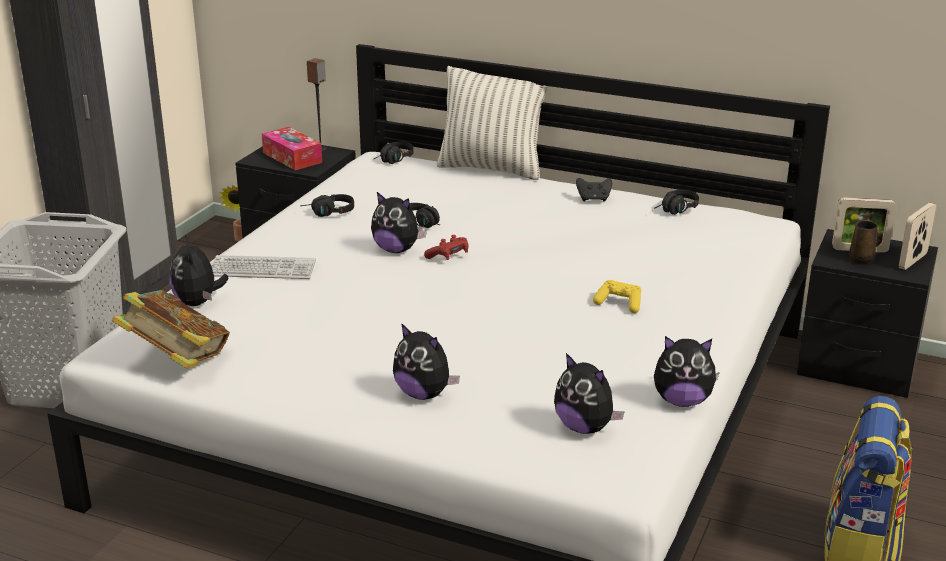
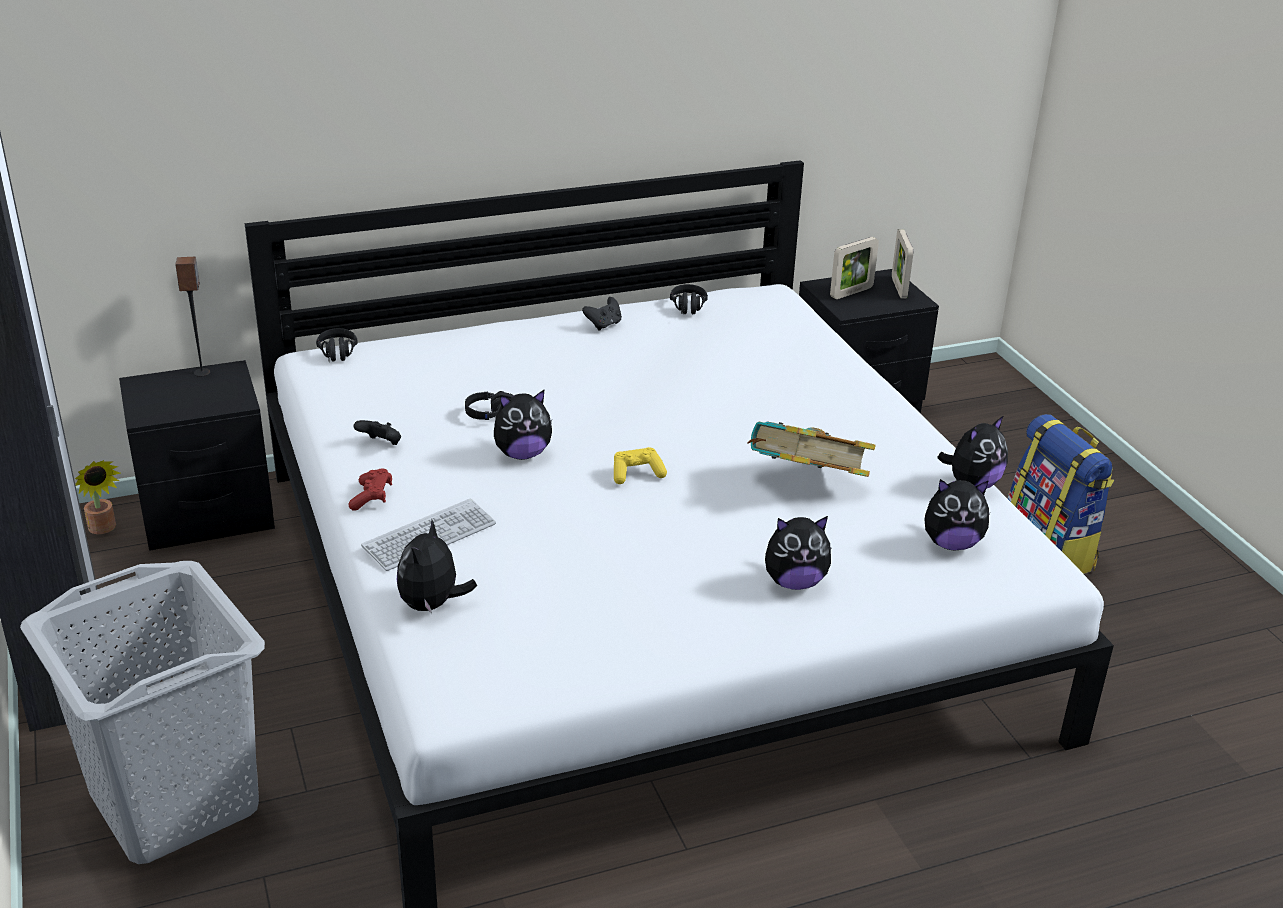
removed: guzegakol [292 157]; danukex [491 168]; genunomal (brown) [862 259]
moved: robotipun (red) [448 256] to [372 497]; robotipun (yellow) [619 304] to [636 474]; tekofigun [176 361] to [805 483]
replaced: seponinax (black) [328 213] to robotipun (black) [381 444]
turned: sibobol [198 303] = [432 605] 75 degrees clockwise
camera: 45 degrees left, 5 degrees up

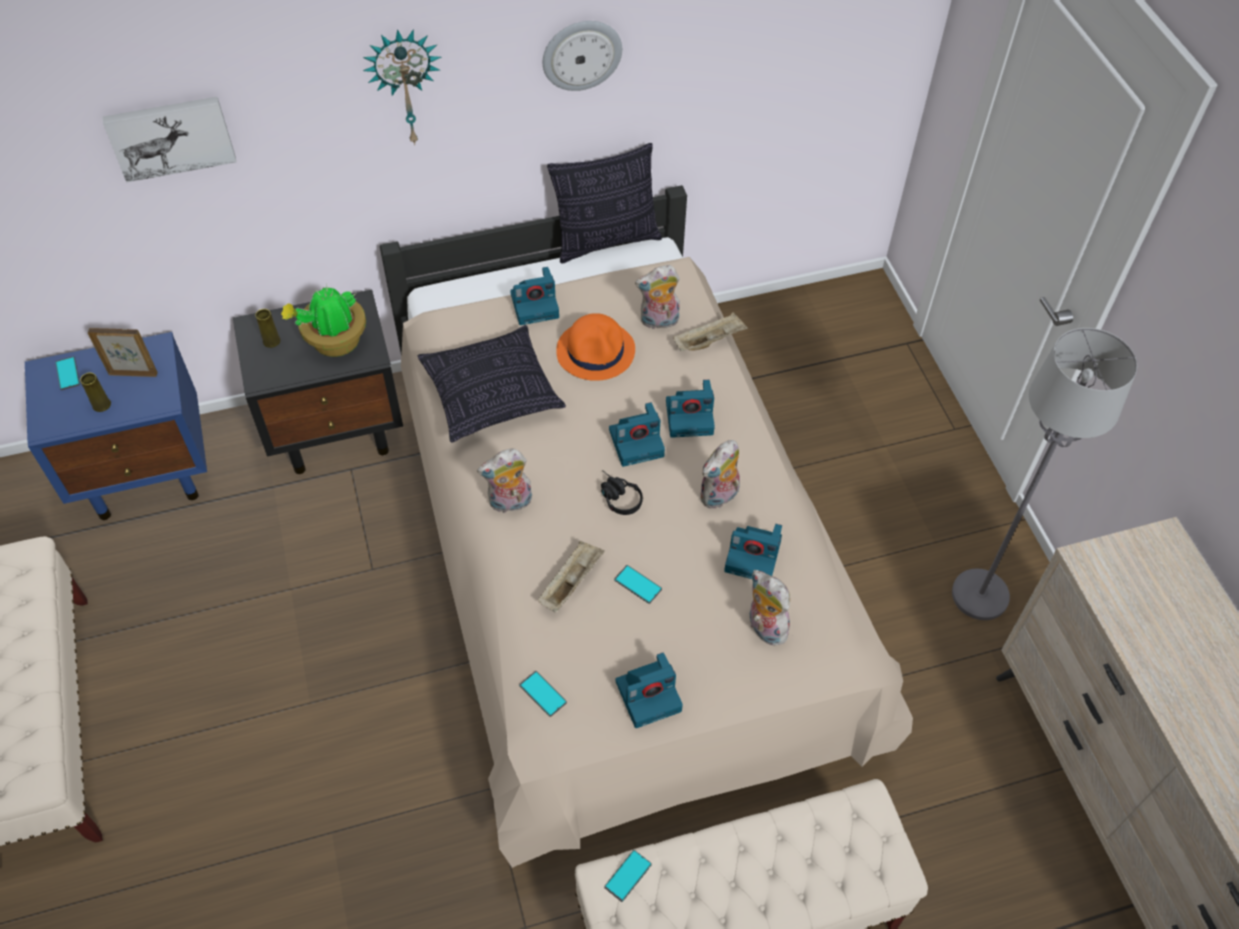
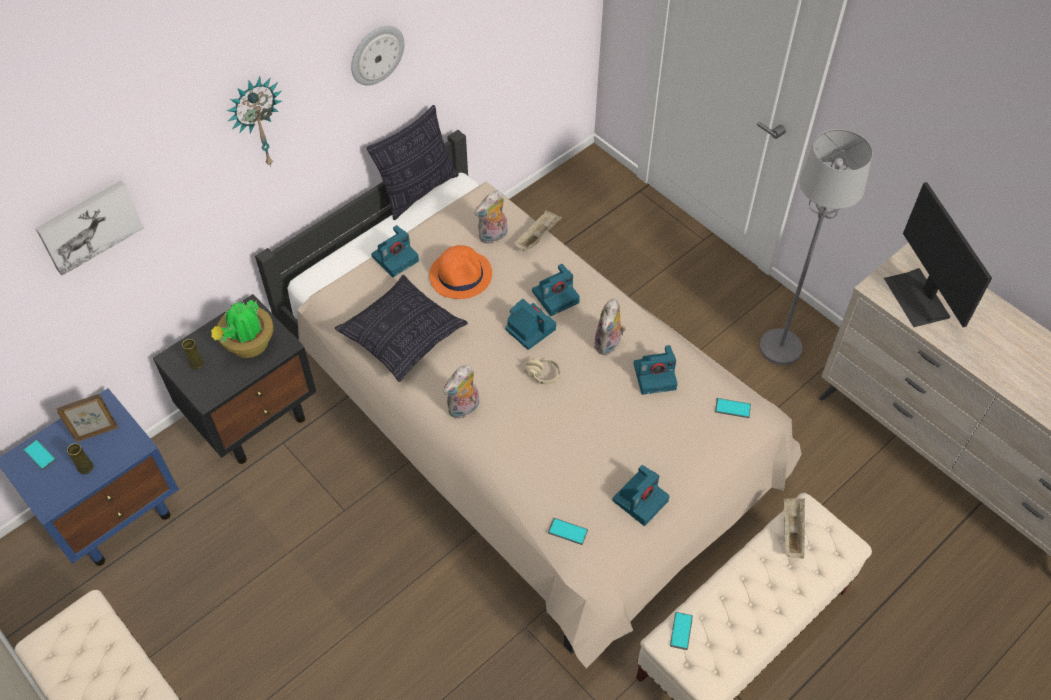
removed: sibobol [764 627]
added: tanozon [918 297]
moved: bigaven [637 584] to [732 408]; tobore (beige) [571 582] to [791 531]
recoloured: seponinax (black) [616 497] to seponinax (beige) [538 373]
turned: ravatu [637 442] = [529 329] 90 degrees counterclockwise
camera: 25 degrees left, 0 degrees up

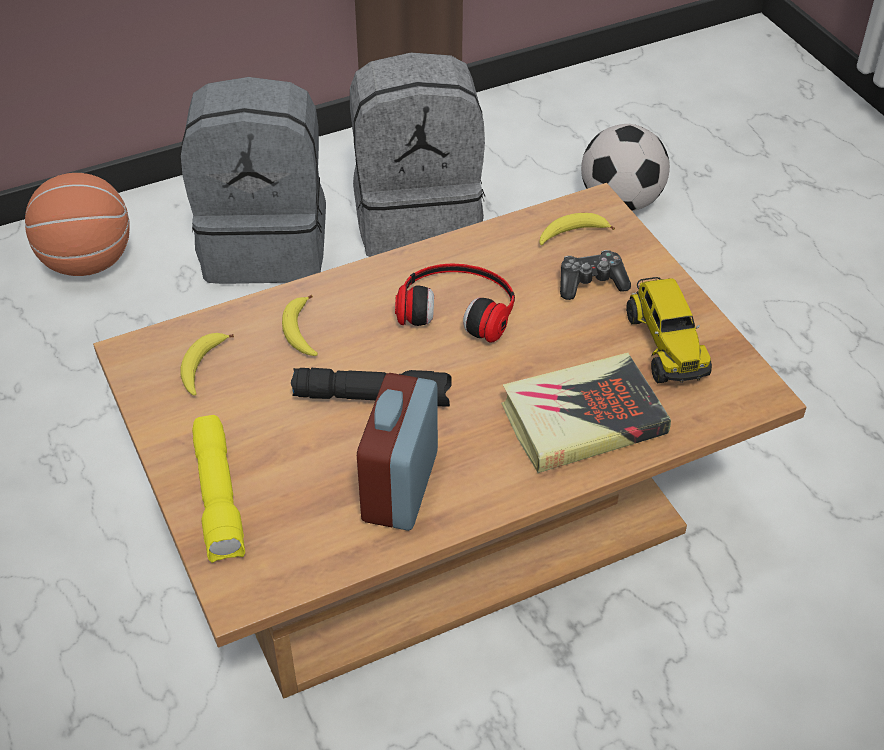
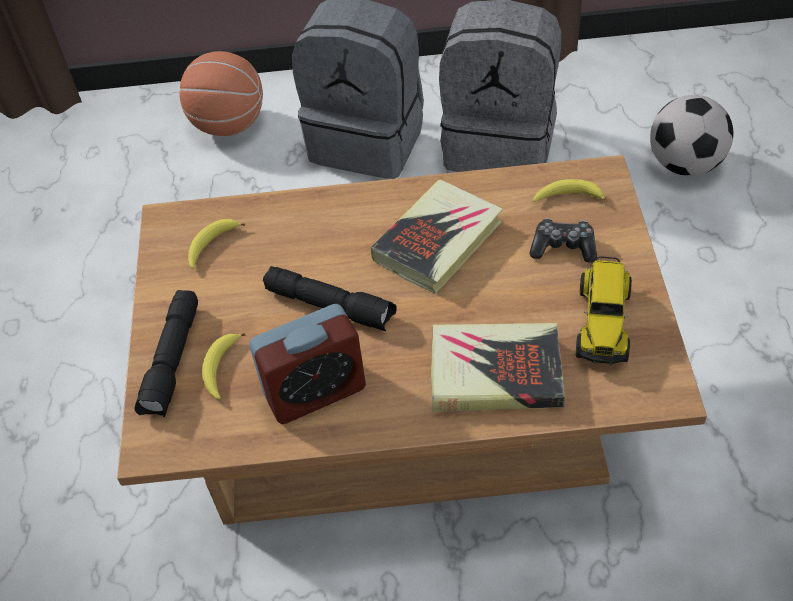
moved: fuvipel [301 332] to [221 368]
replaced: seponinax [458 306] to tekofigun [438 241]
recoloured: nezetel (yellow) [220 498] to nezetel (black) [173 361]
turned: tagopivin [400 487] = [315 391] 150 degrees counterclockwise
camera: 25 degrees right, 5 degrees up

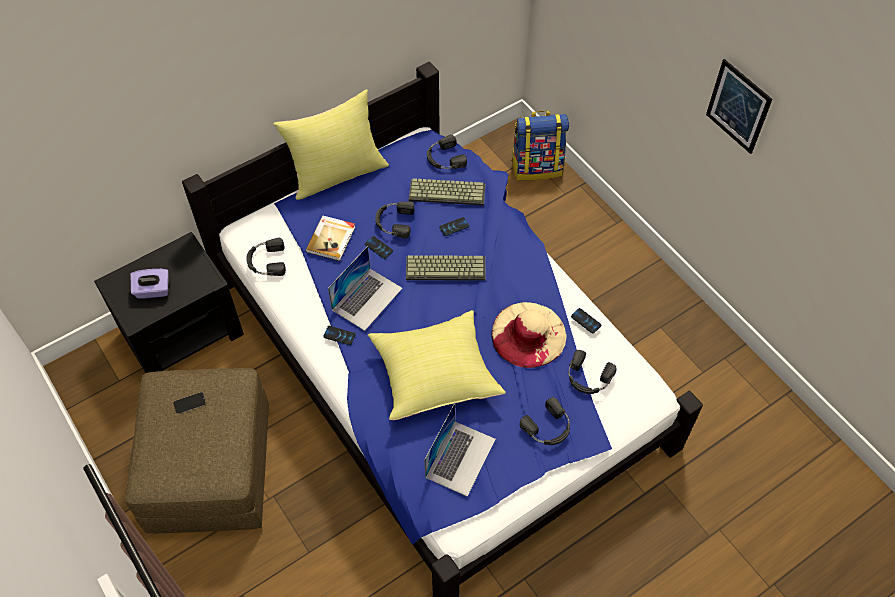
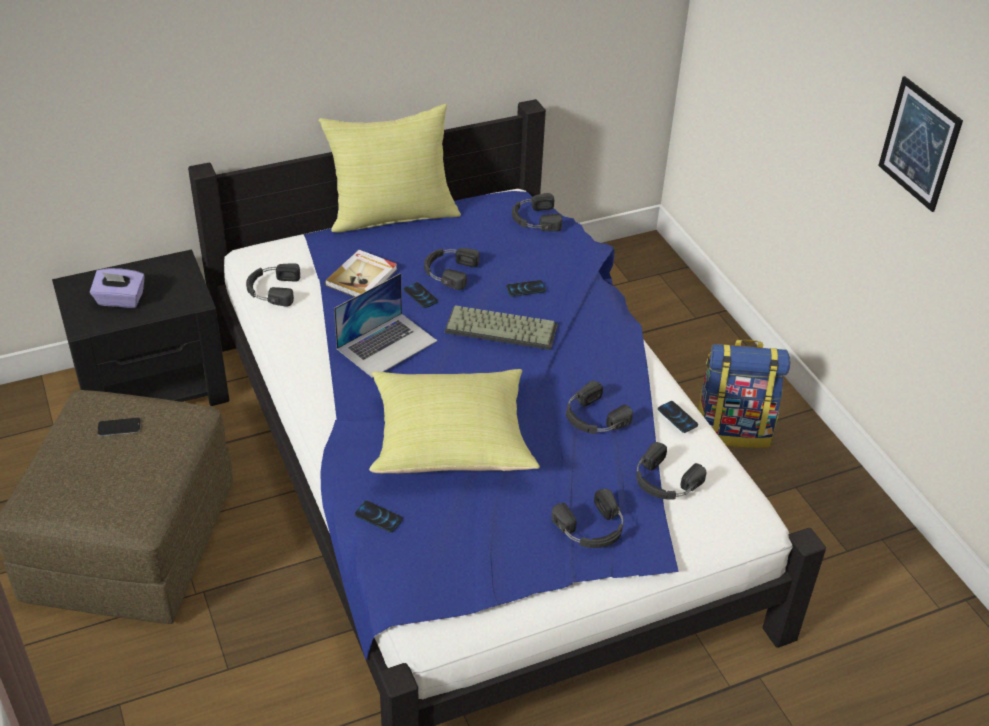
removed: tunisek [448 191]; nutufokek [460 457]
moved: bigaven [339 336] to [378 517]; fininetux [537 167] to [733 430]
replaced: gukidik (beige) [528 334] to seponinax (black) [593 418]
camera: 10 degrees right, 15 degrees down

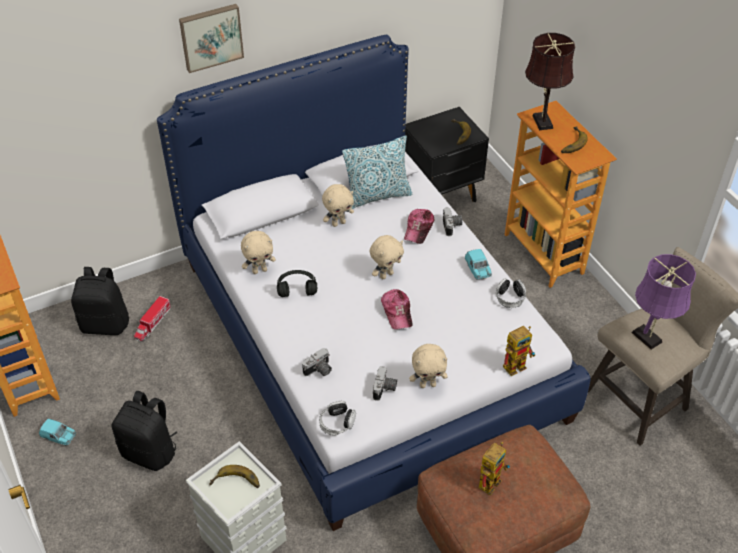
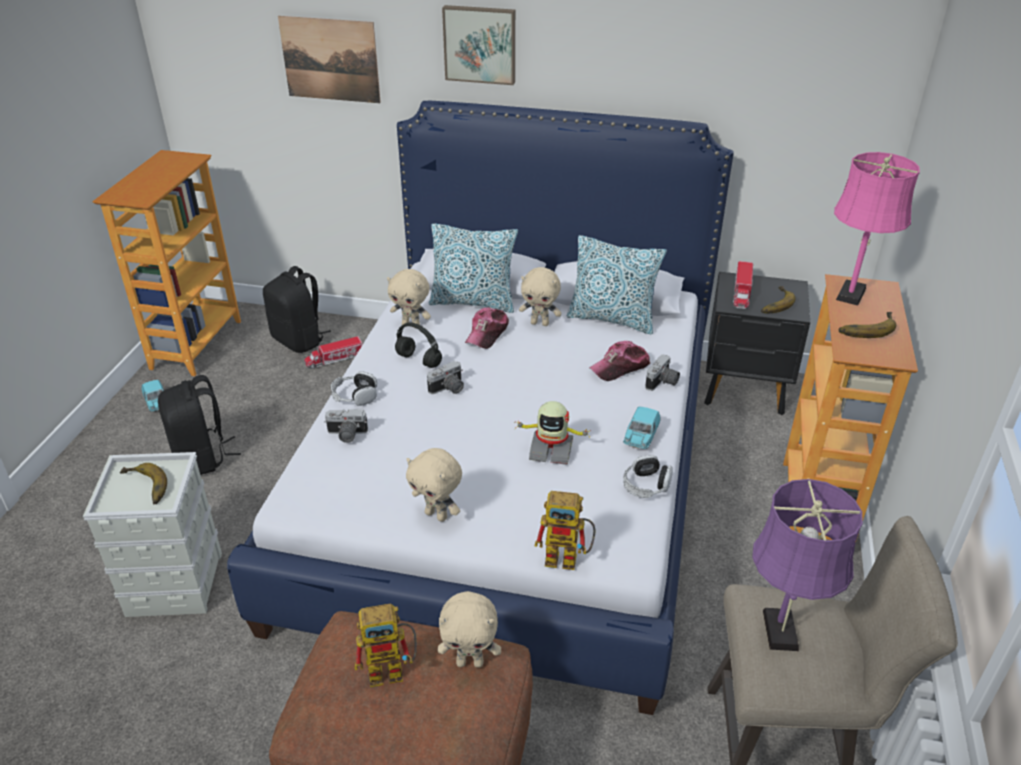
added: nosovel [330 59]; danukex [473 302]; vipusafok [551 449]; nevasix [741 293]
moved: seponinax [337 423] to [355 396]; ravatu [385 389] to [448 389]; sibobol (beige) [386 275] to [470 662]; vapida [397 312] to [487 333]
recoloured: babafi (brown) [541 120] to babafi (pink) [852 292]
camera: 40 degrees right, 10 degrees down

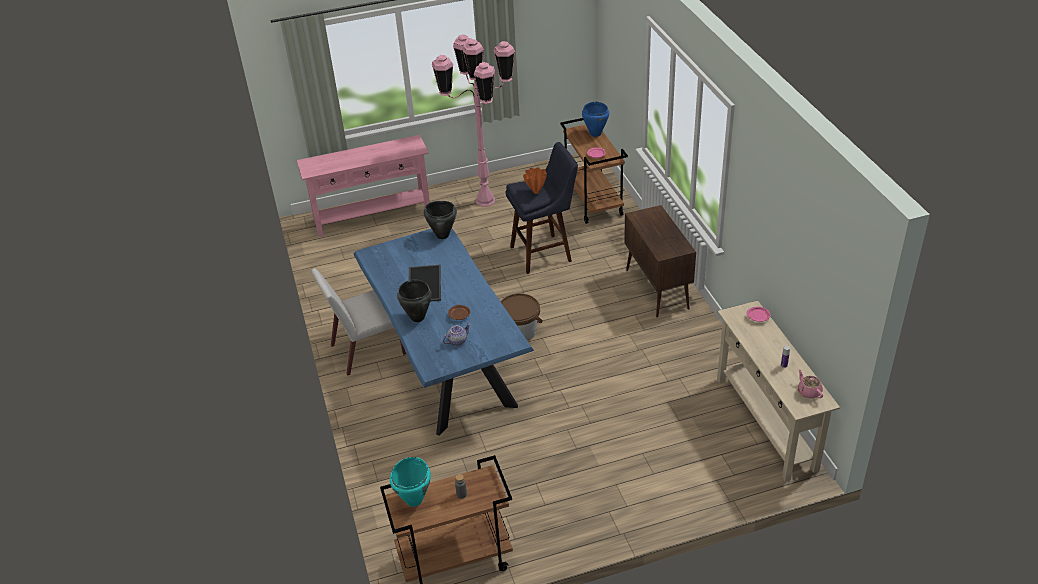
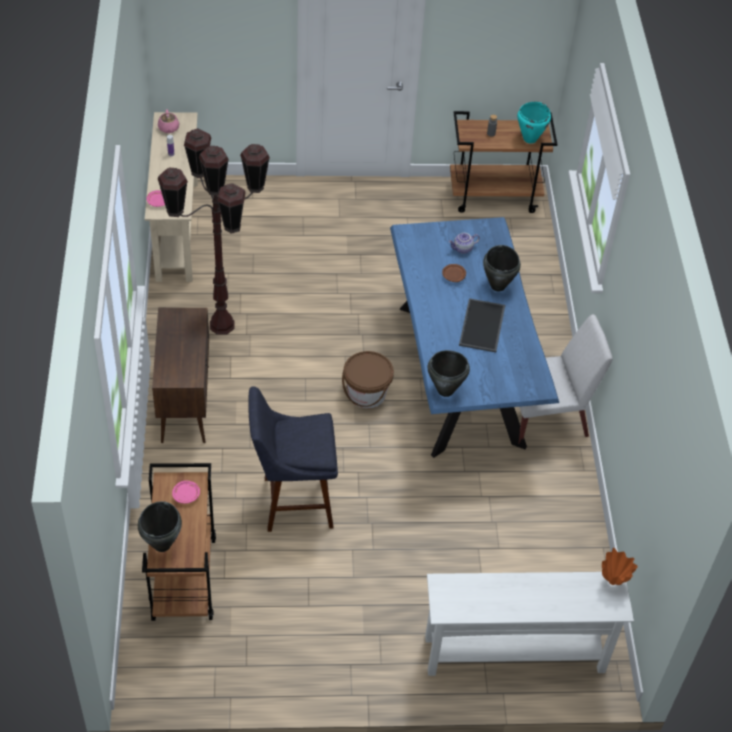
removed: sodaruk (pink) [485 200]
added: sodaruk (brown) [222 324]
moved: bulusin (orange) [536 192] to [612 582]
recoloured: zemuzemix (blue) [595 134] to zemuzemix (black) [162 544]; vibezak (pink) [372 216] to vibezak (white) [514 655]
camera: 170 degrees left, 10 degrees up

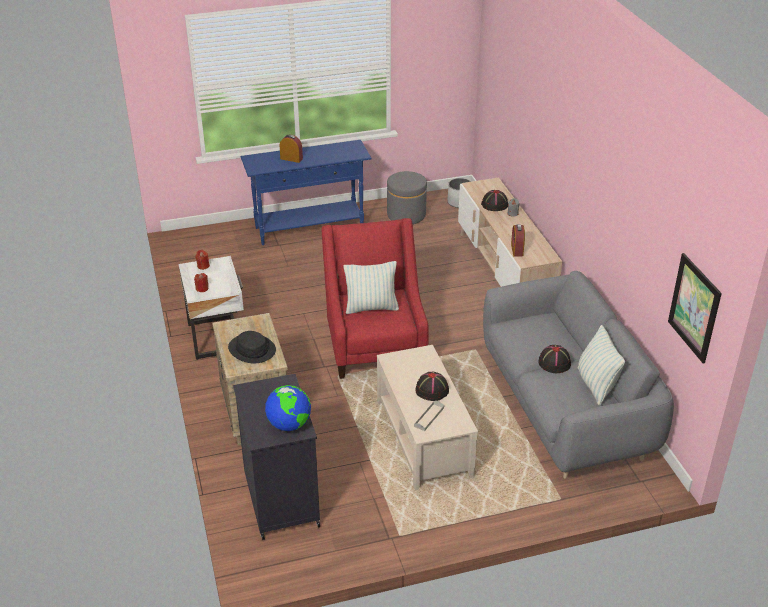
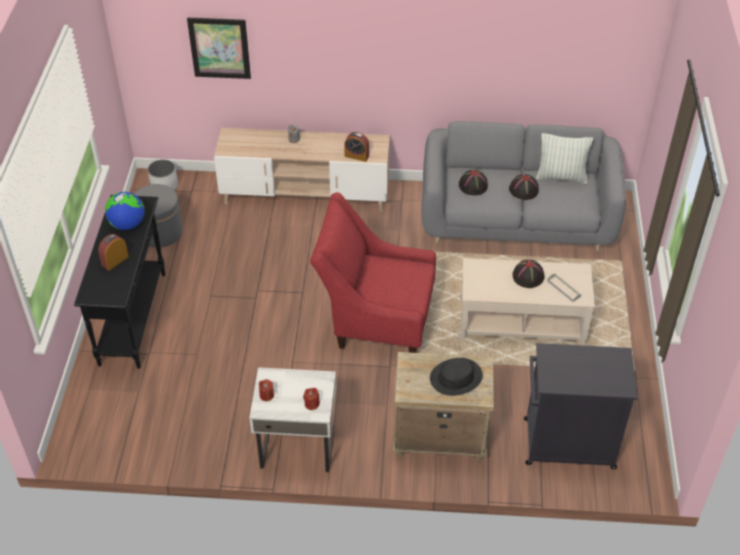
removed: danukex [371 307]
moved: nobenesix [289 425] to [127 224]; nosovel [694 307] to [219 48]; gukidik (black) [494 205] to [473 186]
recoloured: vibezak (blue) [310 228] to vibezak (black) [133 318]
camera: 70 degrees left, 10 degrees up

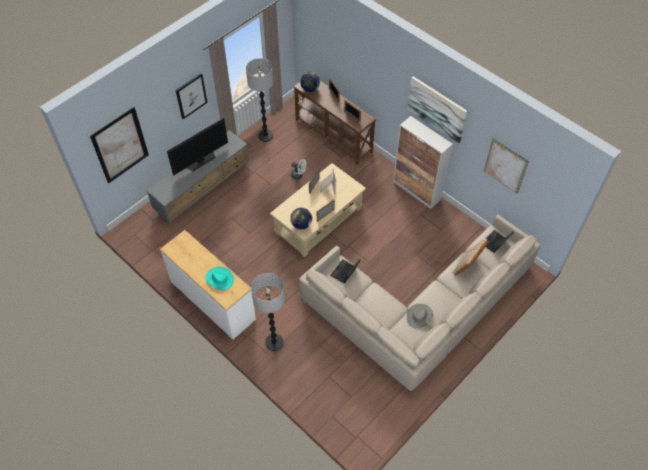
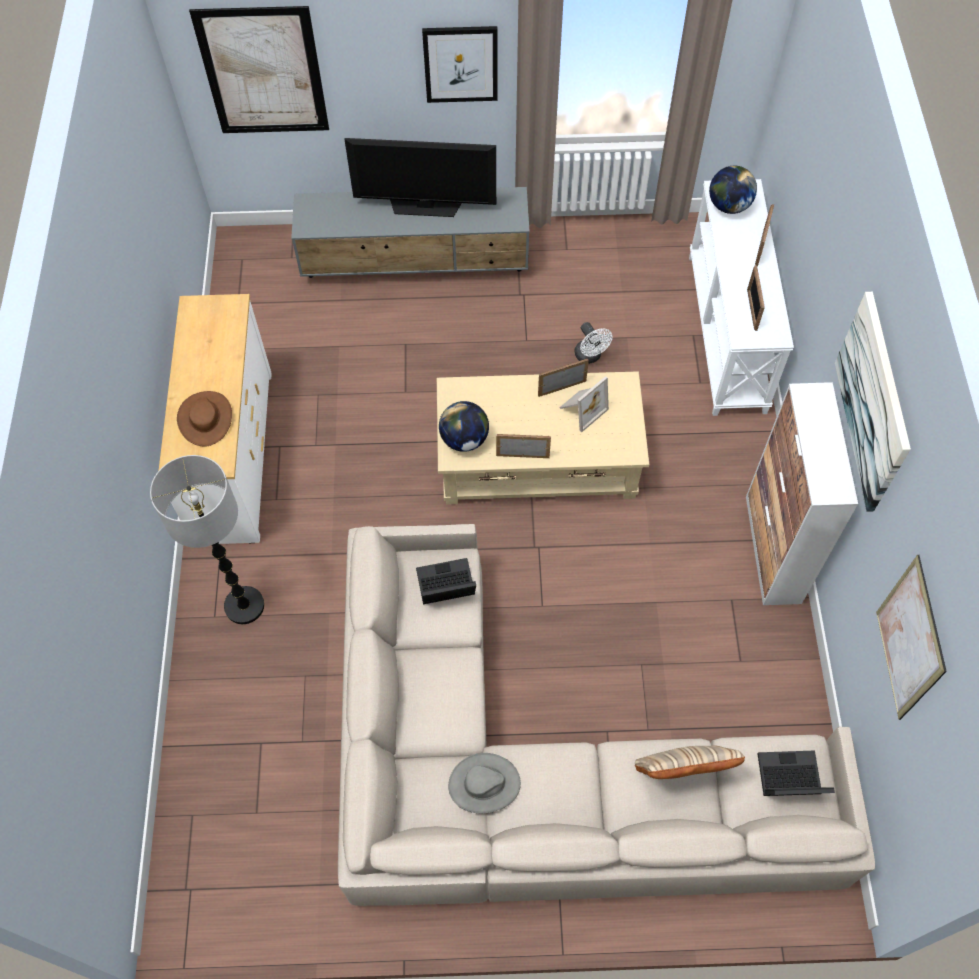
removed: sodaruk [265 136]
recoloured: gukidik (turquoise) [219 279] to gukidik (brown) [206 419]; vibezak (brown) [334 135] to vibezak (white) [728 333]
camera: 45 degrees right, 5 degrees up

